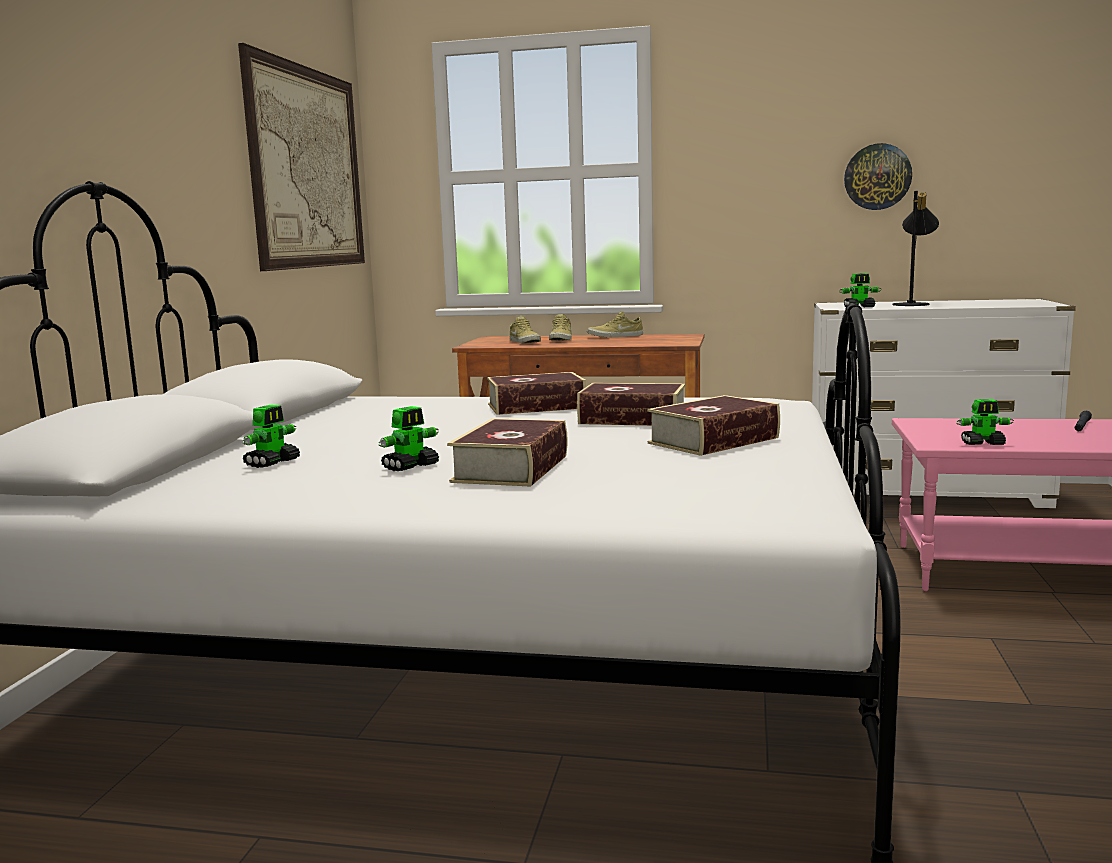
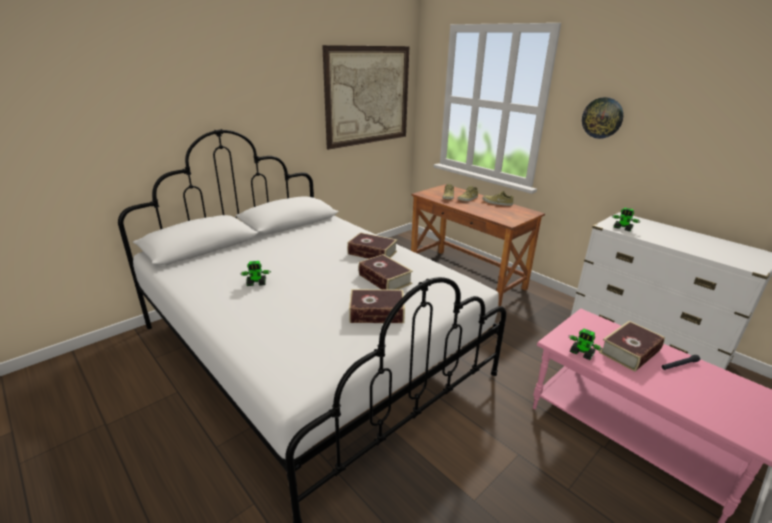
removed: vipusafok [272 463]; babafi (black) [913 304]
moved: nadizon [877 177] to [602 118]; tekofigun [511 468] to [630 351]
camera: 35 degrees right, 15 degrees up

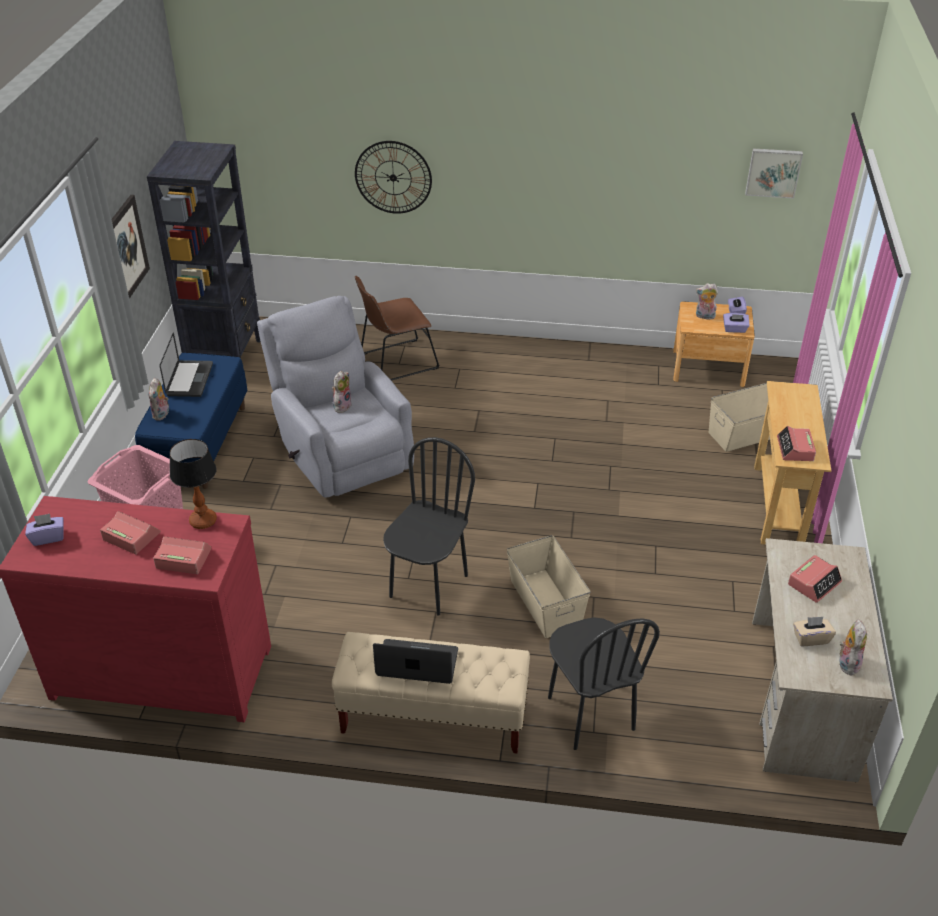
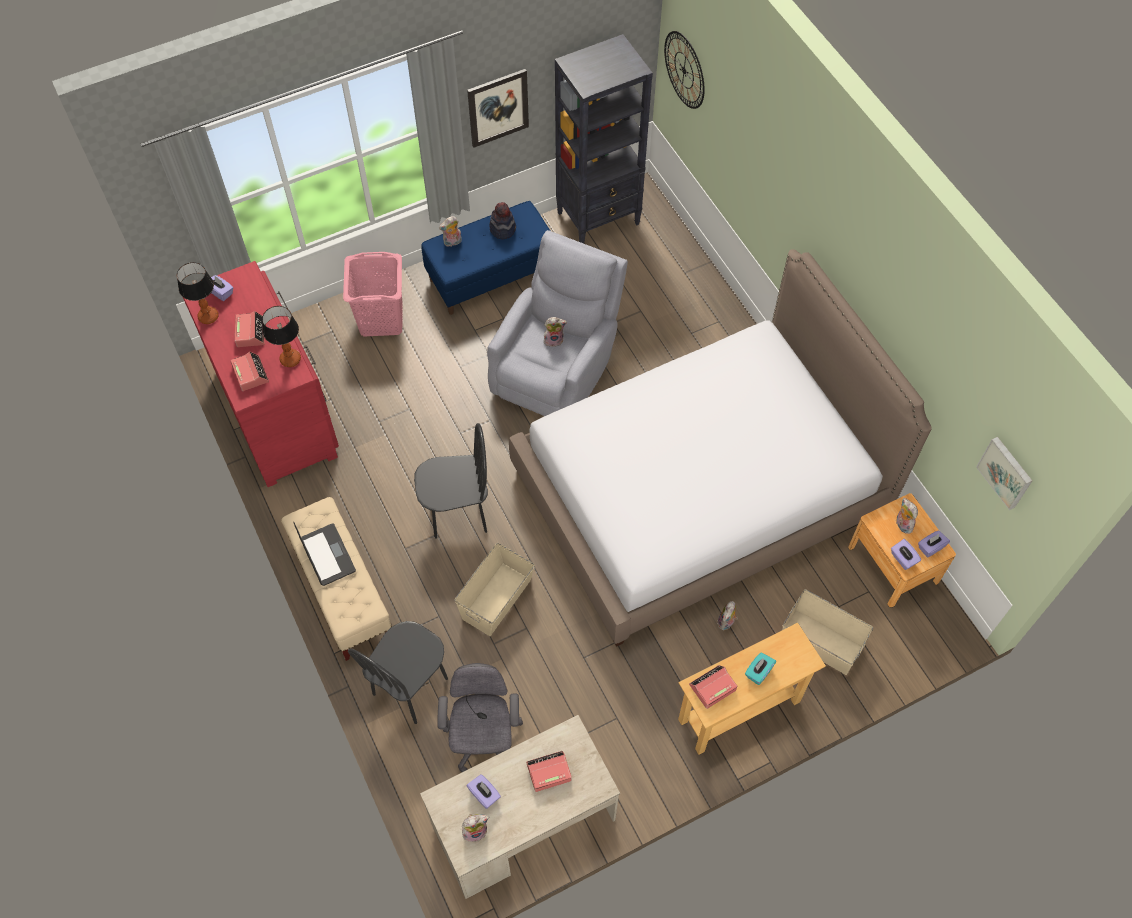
removed: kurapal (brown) [395 362]
added: babafi [208 317]; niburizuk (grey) [483 738]; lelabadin [699 492]; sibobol [726 623]; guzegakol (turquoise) [758 672]
moved: nadizon [393 177] to [684 70]
replaced: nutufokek [189 379] to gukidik [503 229]
recoloured: guzegakol (beige) [811 638] to guzegakol (purple) [484 794]
turned: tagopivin [814 583] = [548 772] 150 degrees clockwise
camera: 55 degrees right, 20 degrees up

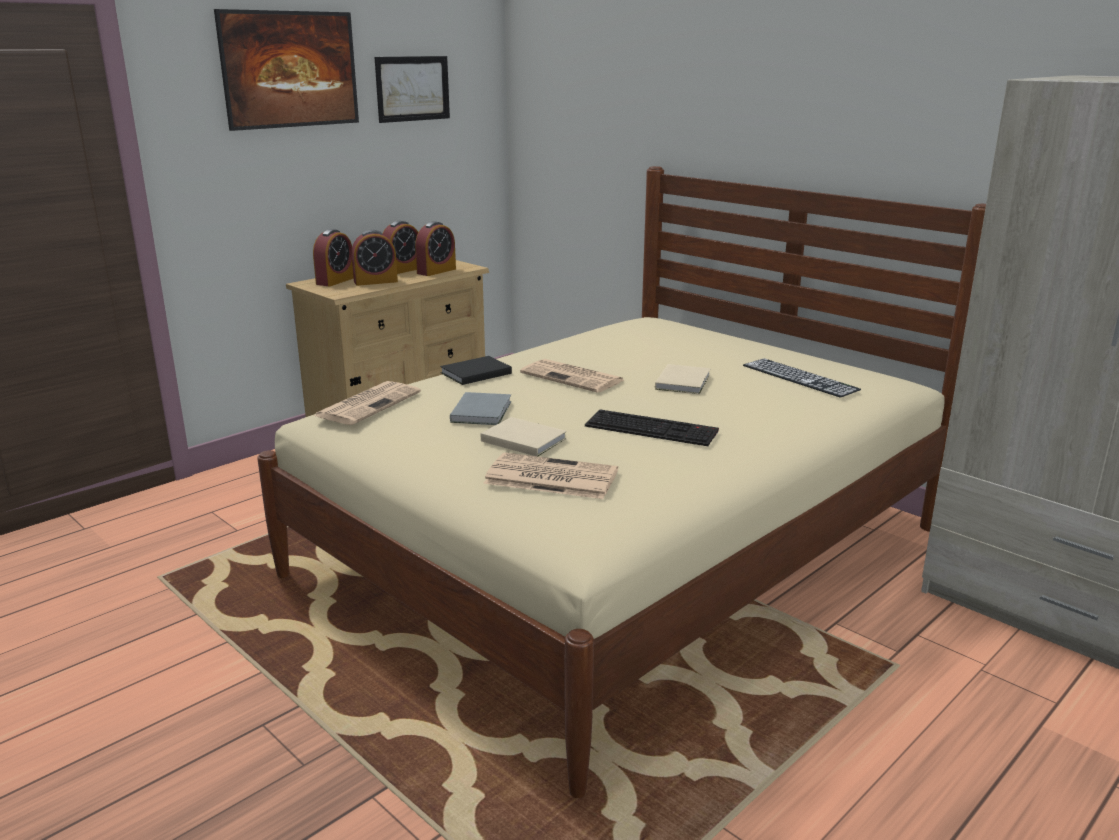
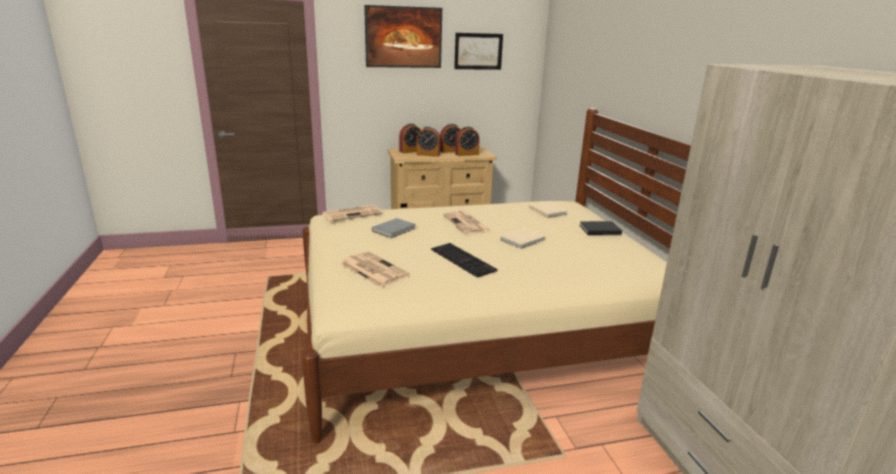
removed: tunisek [799 377]
moved: tekofigun (beige) [522 439] to [547 211]; tekofigun (black) [474 373] to [598 229]
camera: 30 degrees right, 0 degrees up

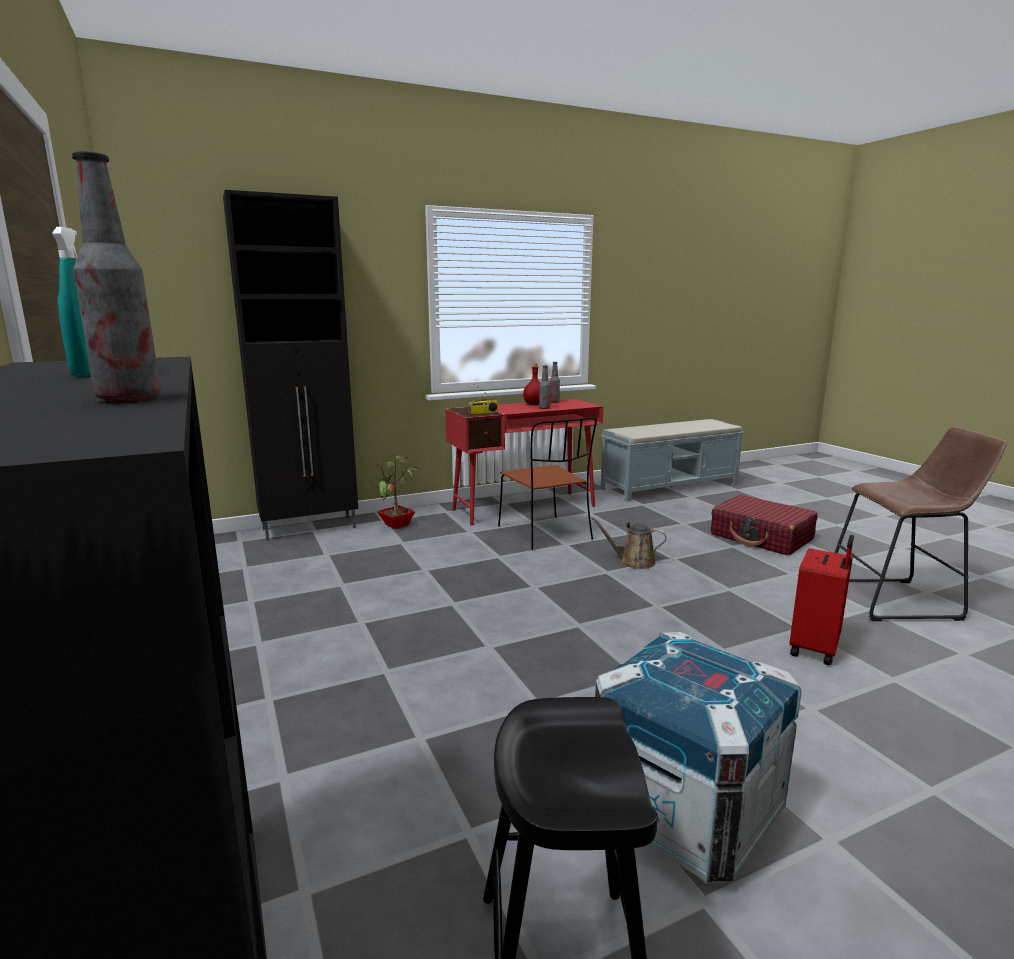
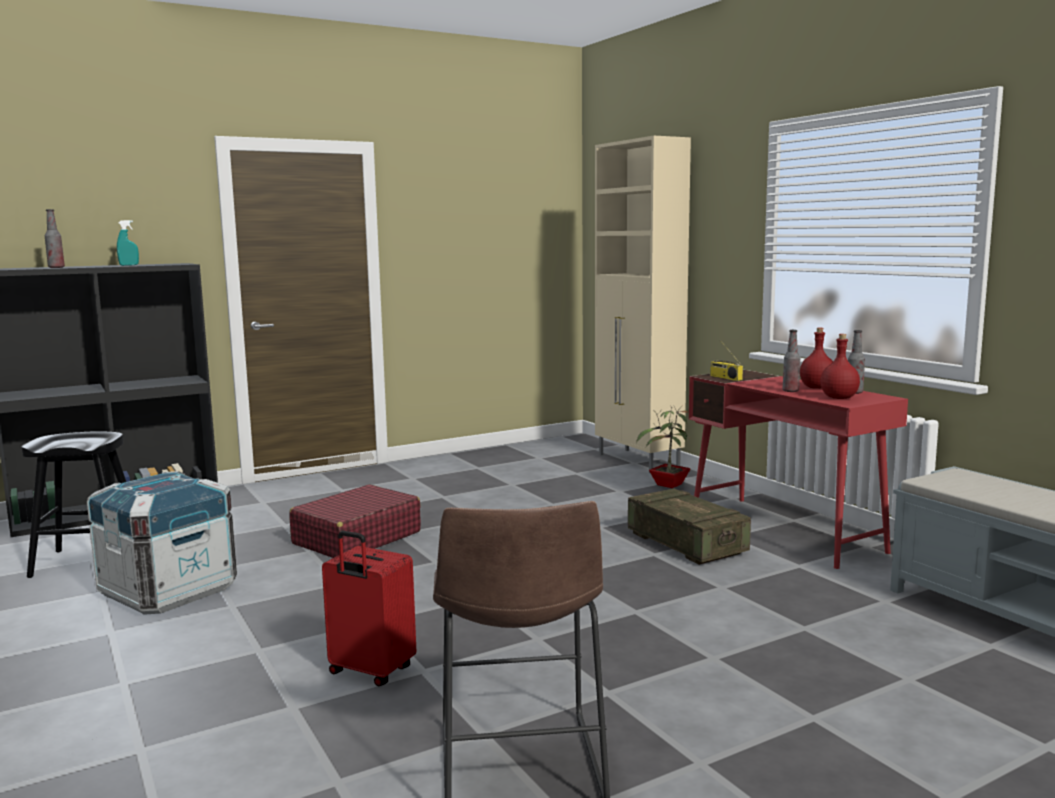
removed: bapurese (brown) [633 562]
added: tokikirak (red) [839 398]
moved: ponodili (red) [761 537] to [356 538]
replaced: kurapal (brown) [545 534] to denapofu [686 544]
recoloured: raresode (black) [311 528] to raresode (beige) [638 461]
camera: 85 degrees right, 5 degrees down

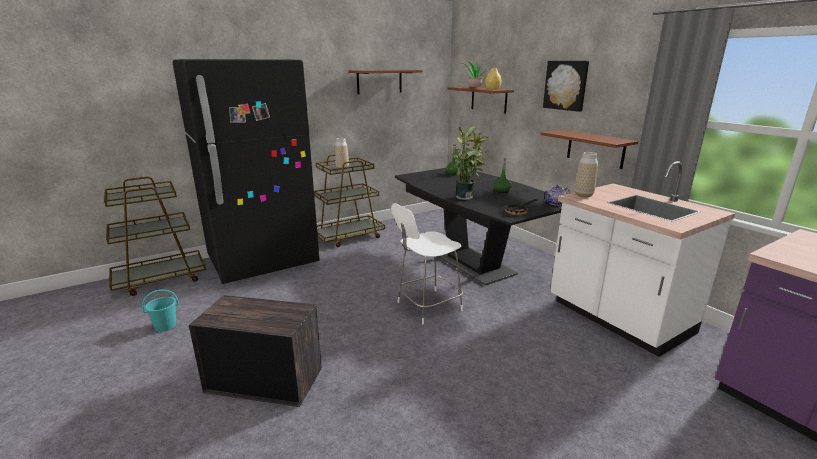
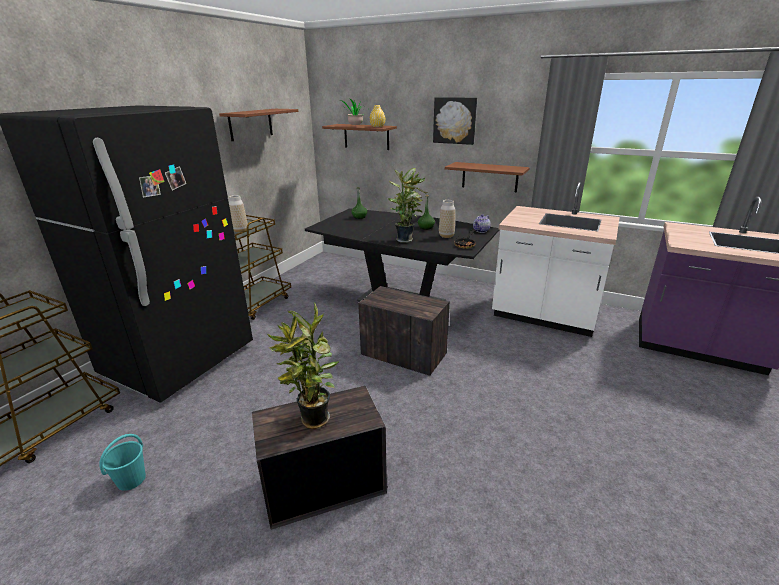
added: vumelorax [312 421]
moved: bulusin [583 195] to [446 236]
replaced: kurapal (white) [427 307] to denapofu [402 353]
camera: 30 degrees left, 5 degrees up

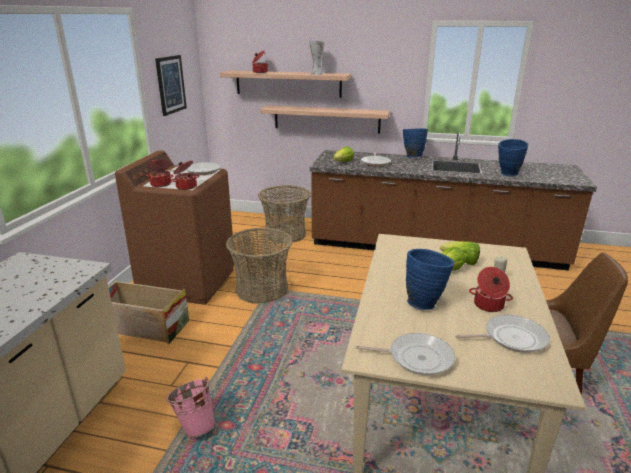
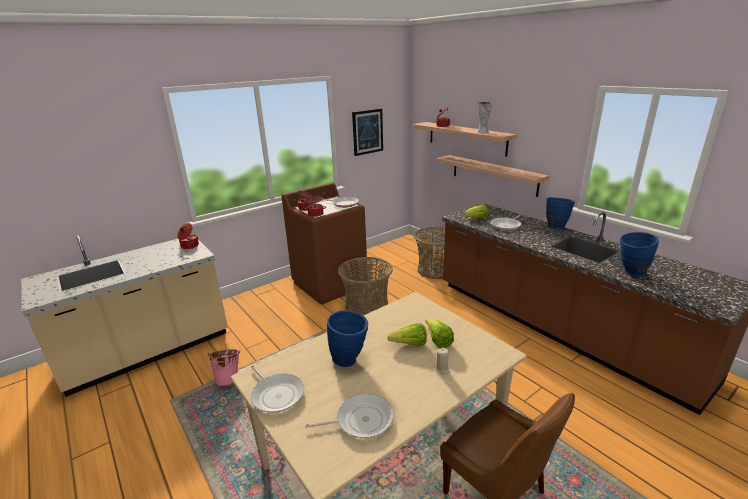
removed: denapofu [143 326]
moved: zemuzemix [488 305] to [189 246]
turned: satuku [511 338] = [361 420] 45 degrees counterclockwise
camera: 40 degrees right, 0 degrees up

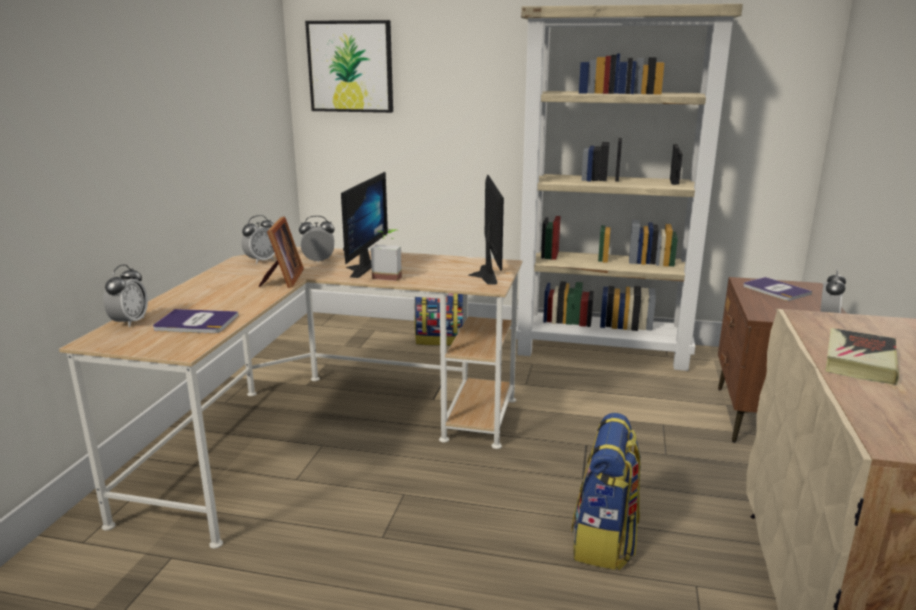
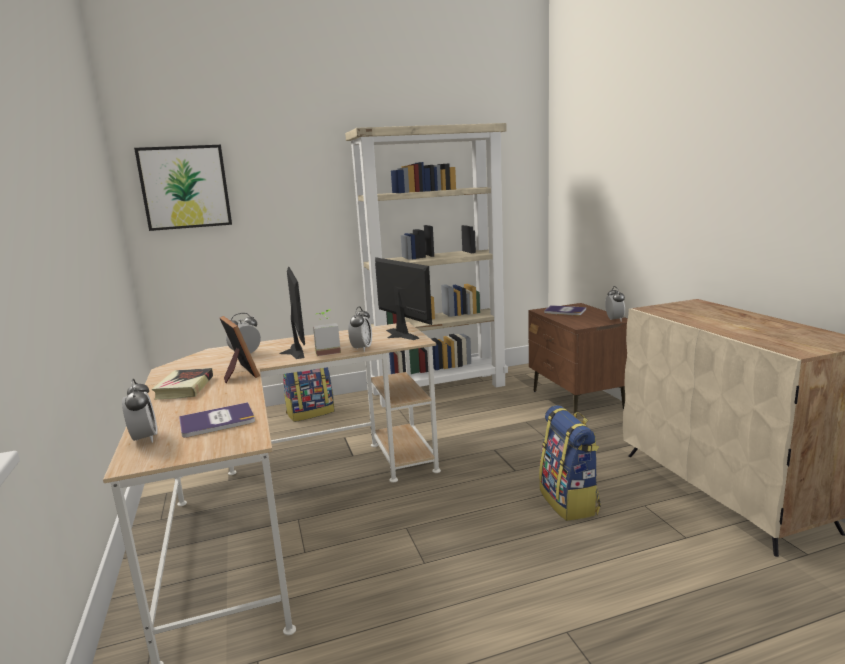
moved: tekofigun [859 362] to [184 388]; tagopivin [261 261] to [361 349]
camera: 30 degrees left, 5 degrees down

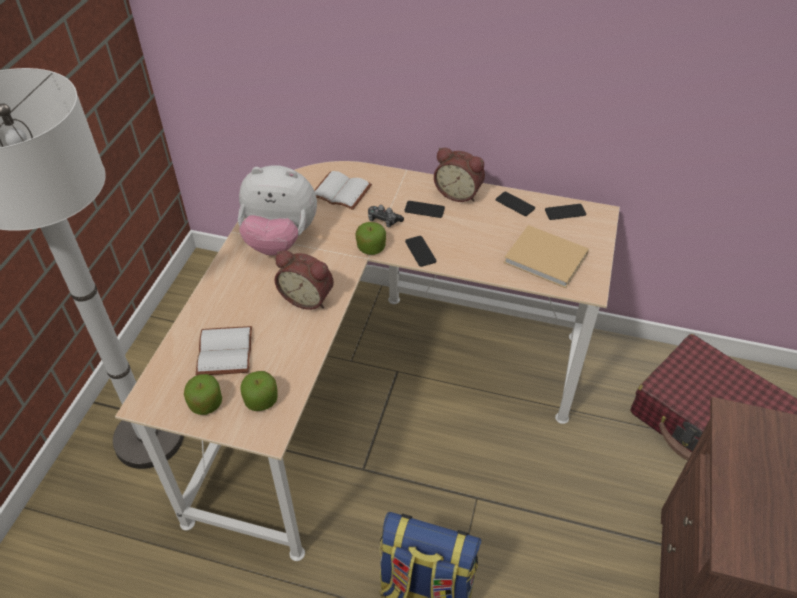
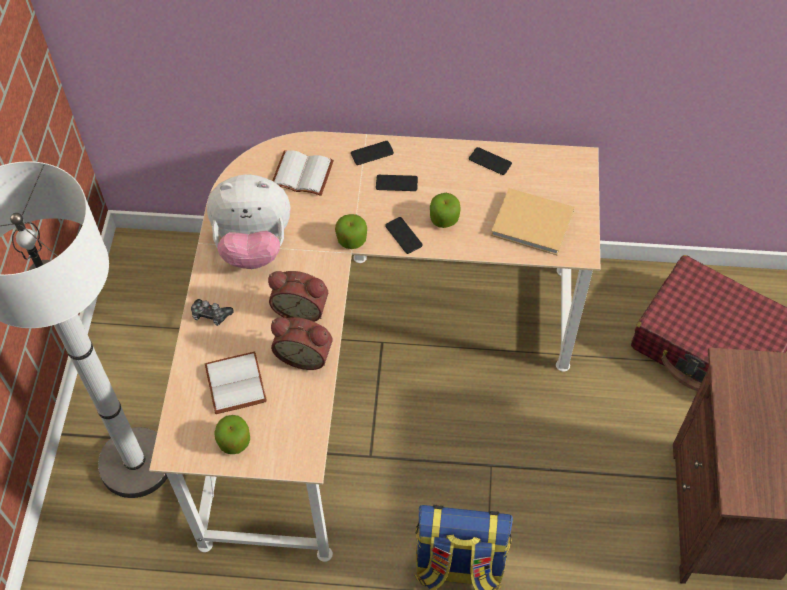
moved: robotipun [383 220] to [211 315]; tagopivin [459 193] to [305 354]; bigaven [565 212] to [372 153]; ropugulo [261 400] to [444 218]
camera: 10 degrees left, 10 degrees up

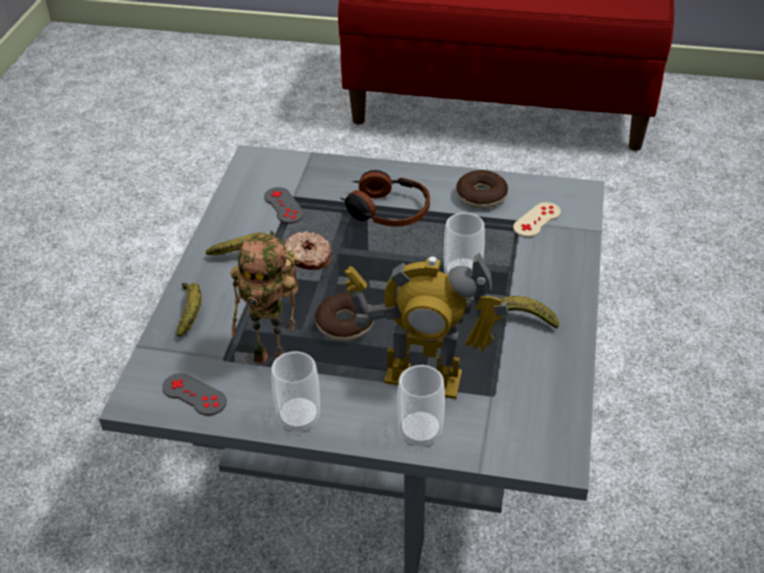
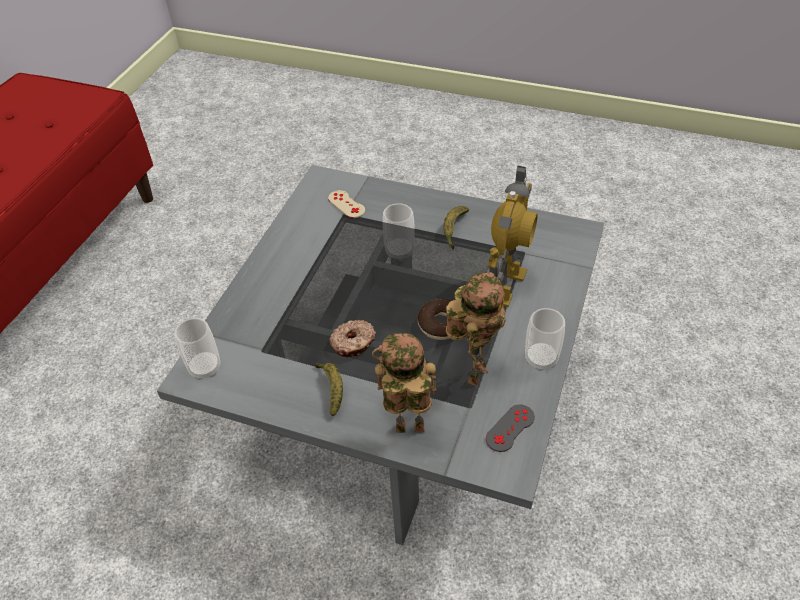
removed: robotipun (grey) [283 205]; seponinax [386 210]; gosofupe [481 196]
moved: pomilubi [420 433] to [205 368]
replaced: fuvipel [190 312] to vipusafok [407 431]
camera: 80 degrees left, 5 degrees up

